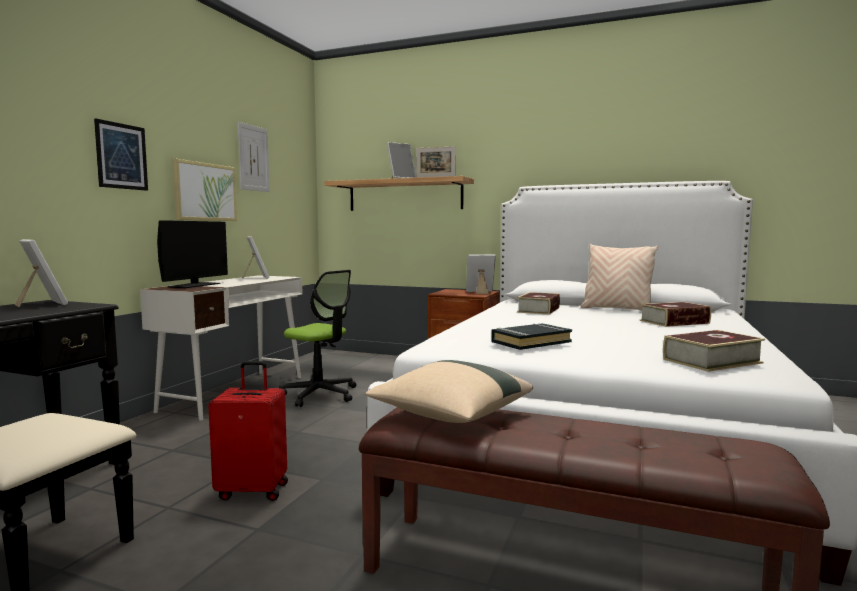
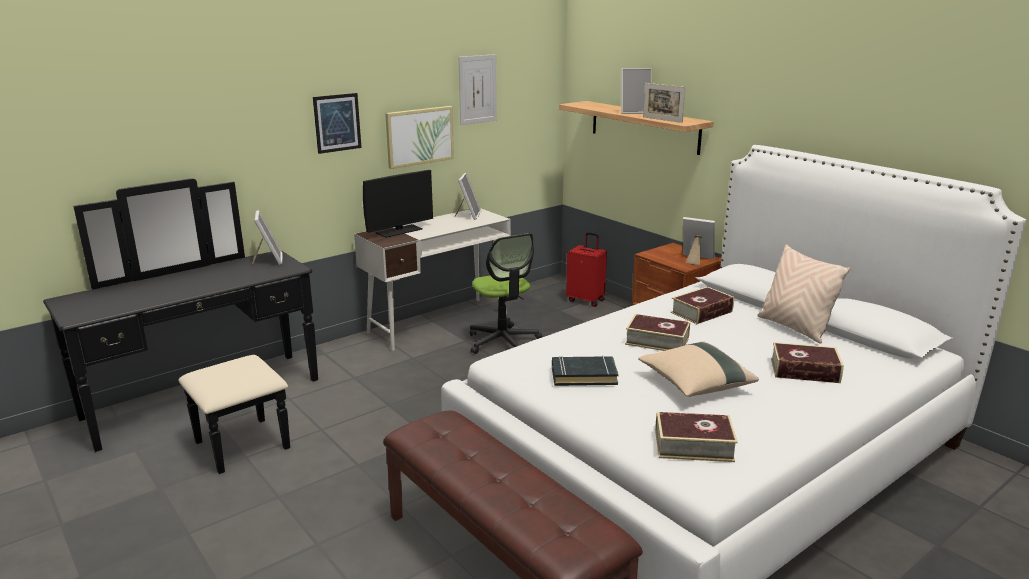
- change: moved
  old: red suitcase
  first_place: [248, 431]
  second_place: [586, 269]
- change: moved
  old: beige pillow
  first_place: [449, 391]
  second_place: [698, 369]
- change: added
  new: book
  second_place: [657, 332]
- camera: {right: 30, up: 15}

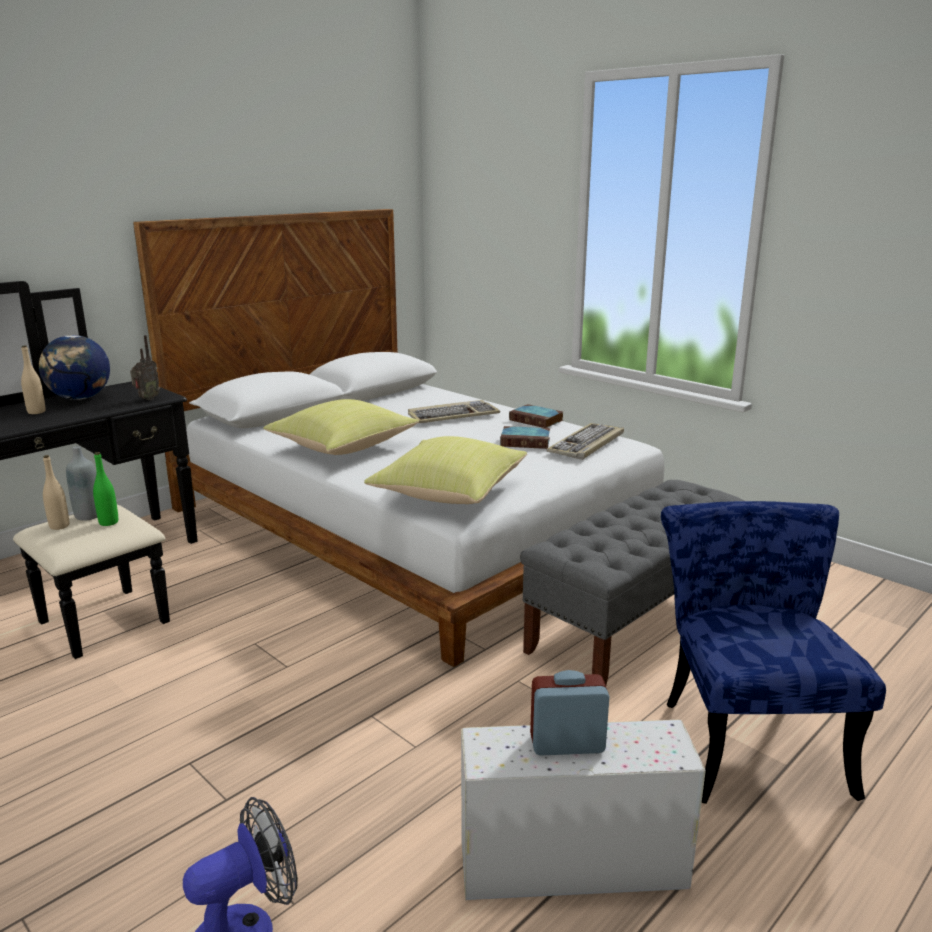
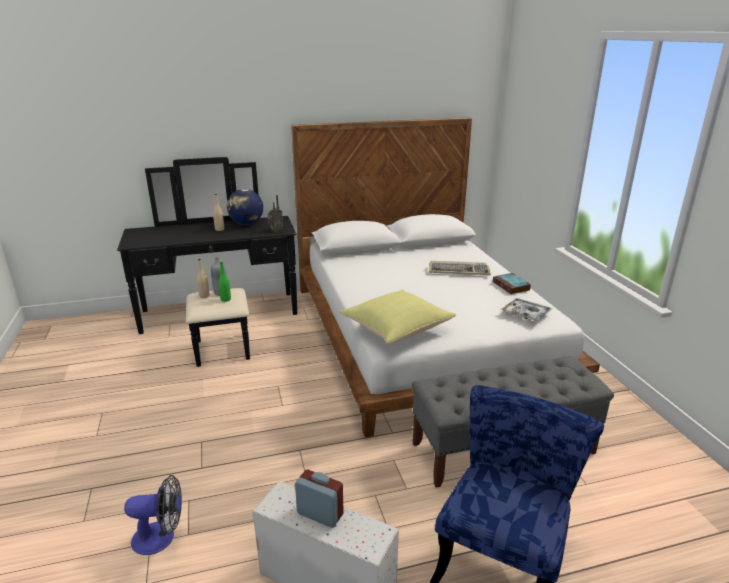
- change: removed
  old: yellow pillow
  first_place: [341, 427]
- change: removed
  old: book
  first_place: [525, 437]
- change: replaced
  old: keyboard
  new: tray
  first_place: [585, 441]
  second_place: [526, 310]
- camera: {right: 30, up: 5}

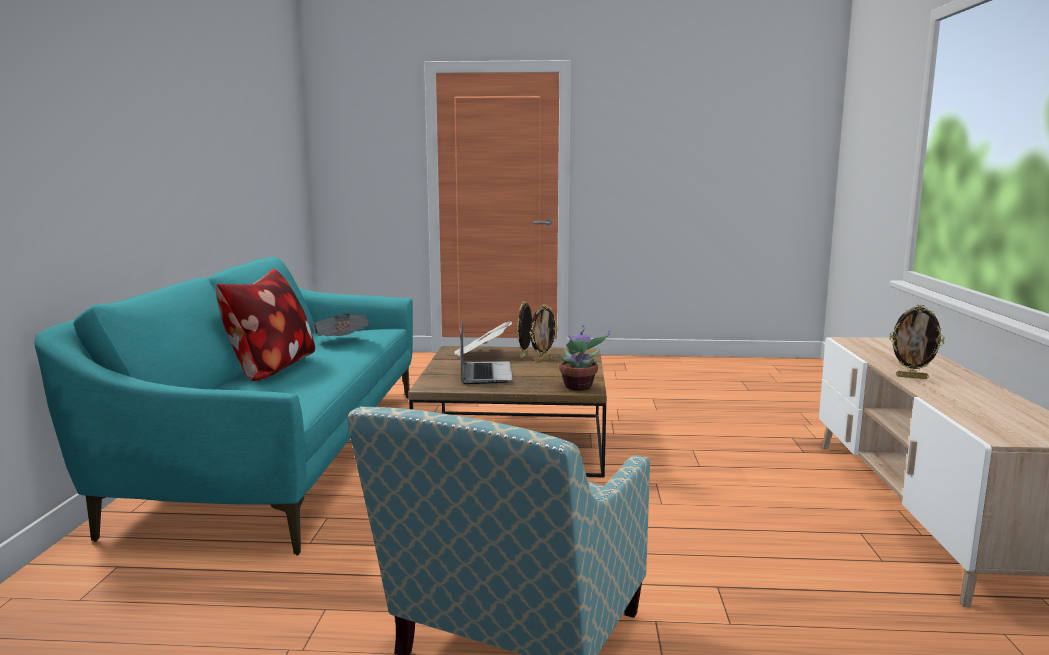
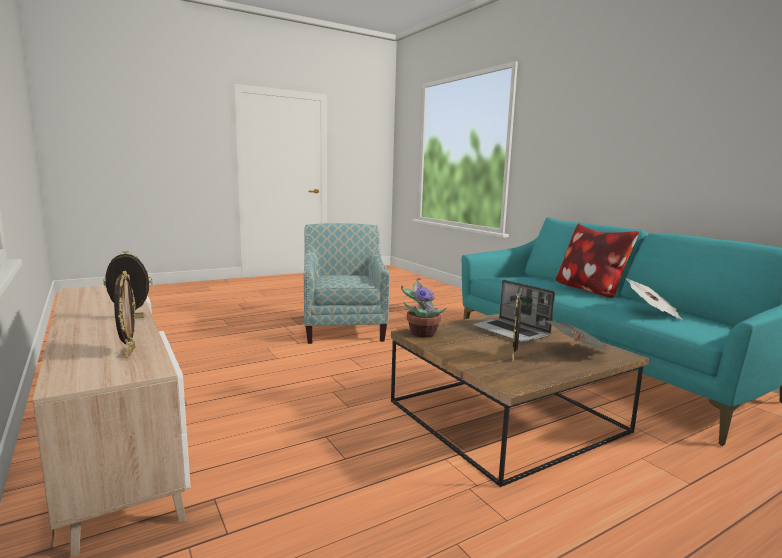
- change: moved
  old: picture frame
  first_place: [524, 329]
  second_place: [125, 314]
- camera: {right: 145, up: 0}

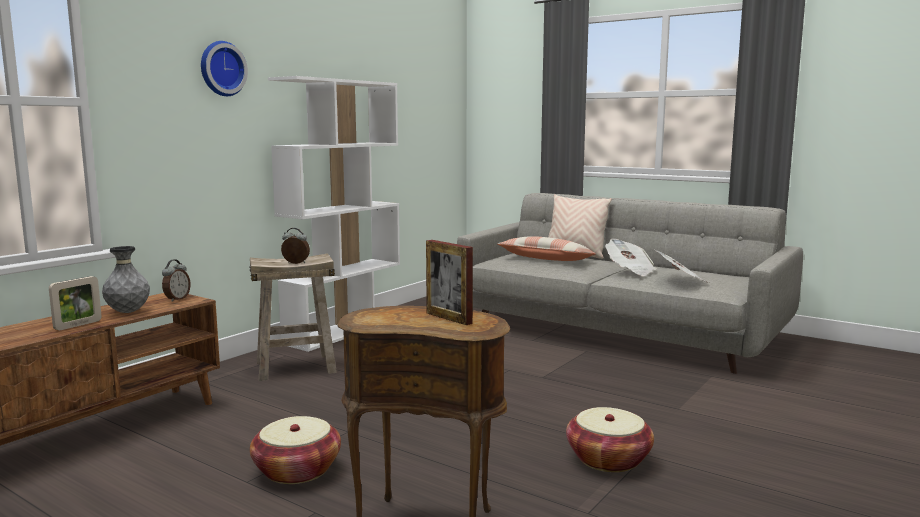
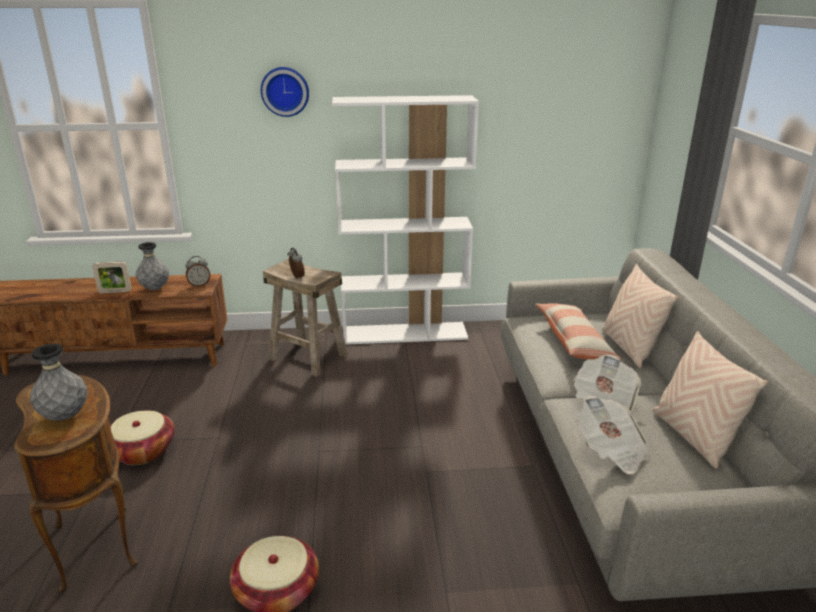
- change: replaced
  old: picture frame
  new: grey vase
  first_place: [449, 282]
  second_place: [59, 382]
- change: added
  new: beige pillow
  second_place: [710, 400]
- camera: {right: 50, up: 15}

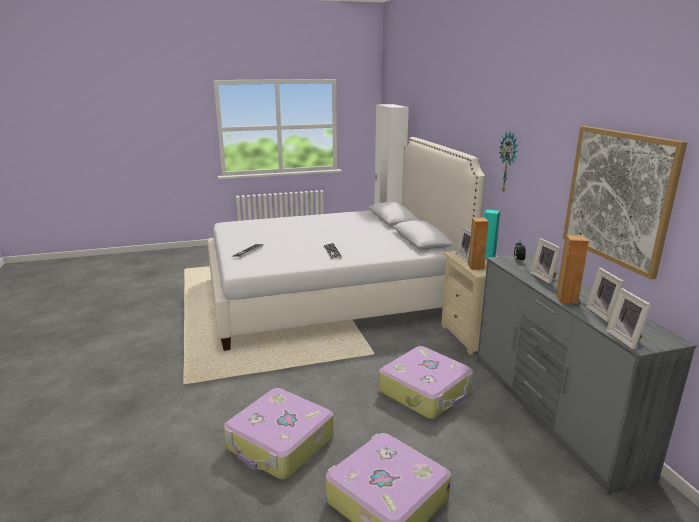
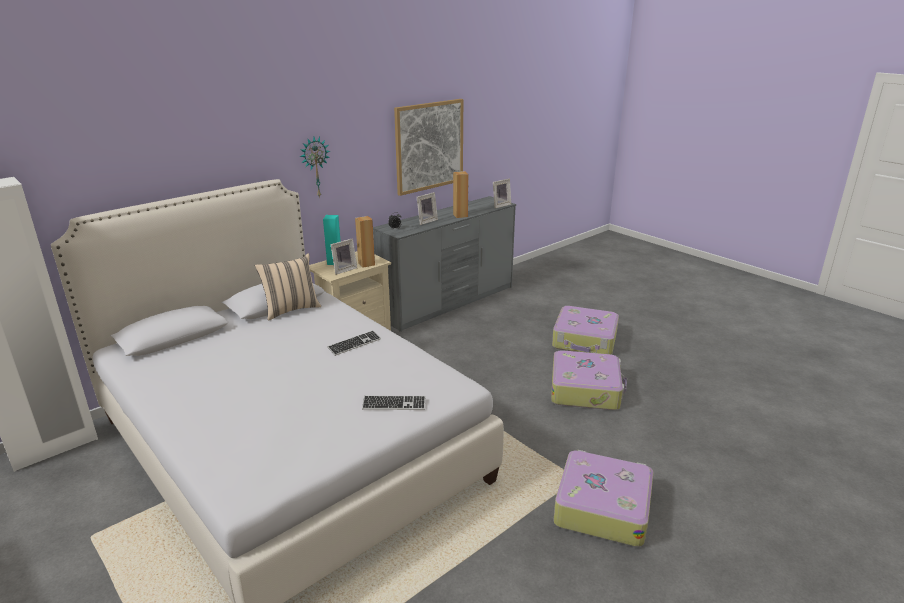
- change: moved
  old: suitcase
  first_place: [426, 382]
  second_place: [603, 498]
- change: removed
  old: picture frame
  first_place: [605, 295]
- change: added
  new: beige pillow
  second_place: [288, 287]
- camera: {right: -115, up: 5}

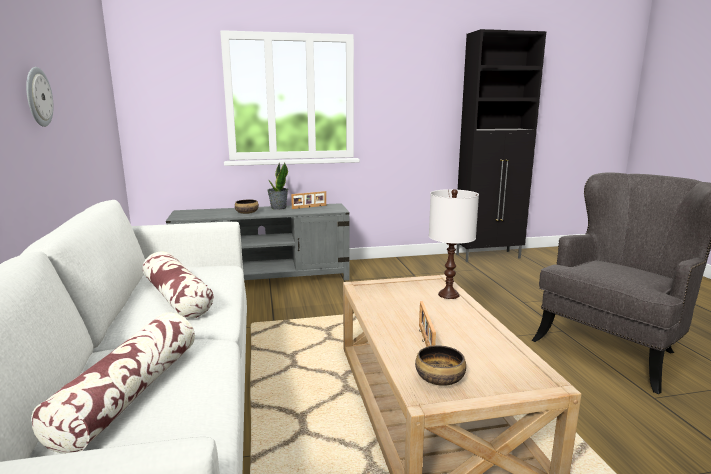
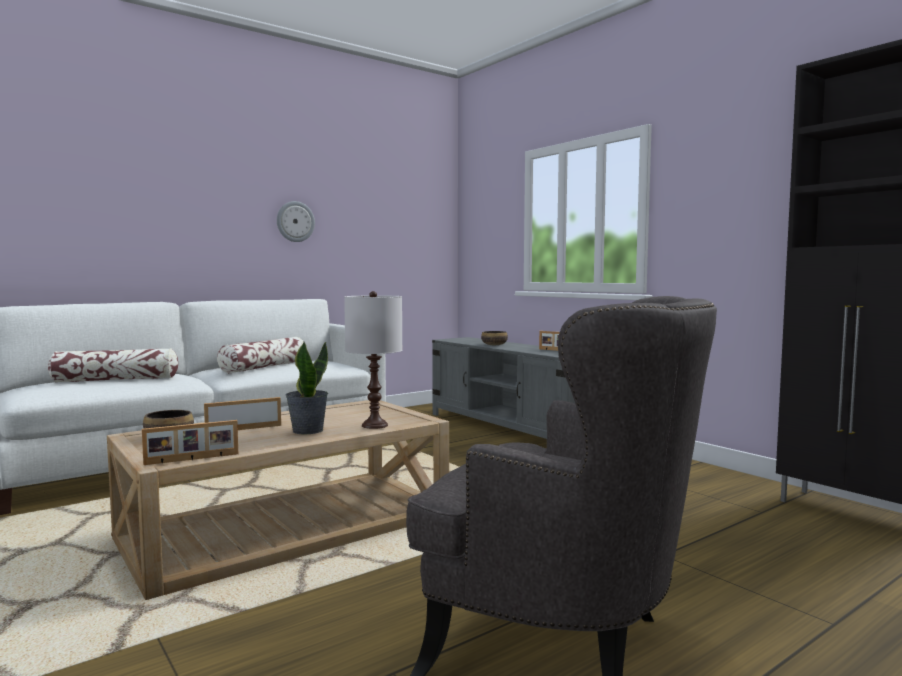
- change: moved
  old: potted plant
  first_place: [277, 186]
  second_place: [307, 388]
- change: added
  new: picture frame
  second_place: [190, 442]
- camera: {right: 65, up: -10}

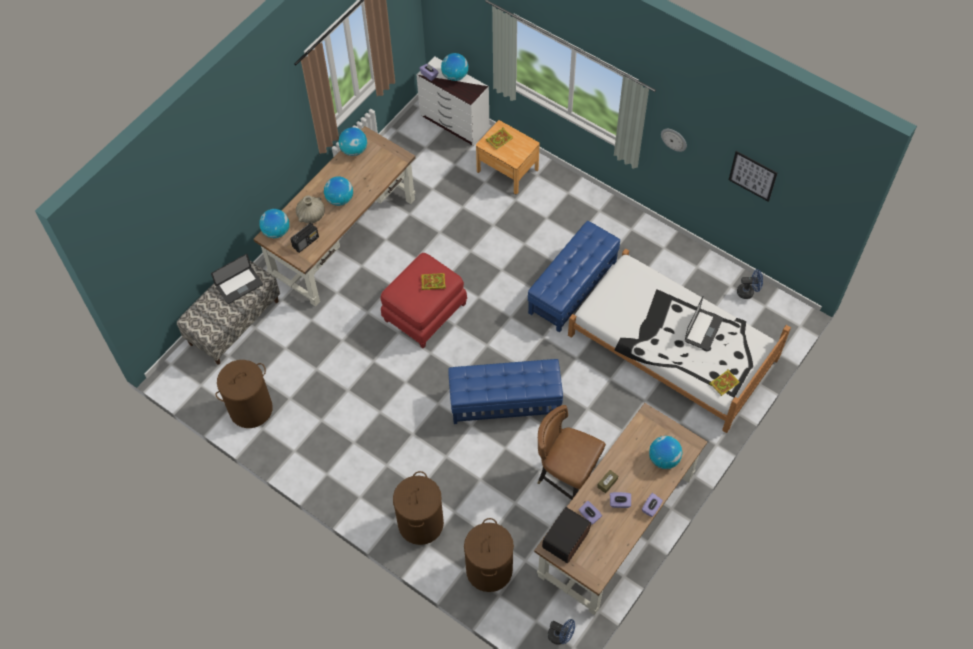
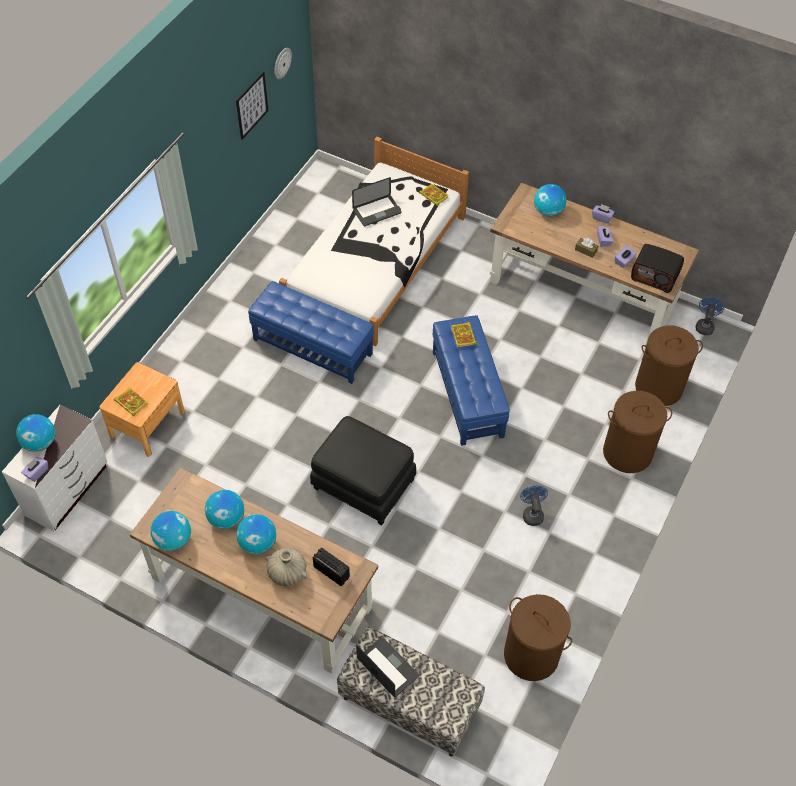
- change: moved
  old: globe
  first_place: [274, 223]
  second_place: [224, 509]
- change: recoloured
  old: red ottoman
  new: black ottoman
  first_place: [424, 300]
  second_place: [363, 470]
- change: moved
  old: book
  first_place: [433, 281]
  second_place: [464, 334]
- change: removed
  old: brown chair
  first_place: [571, 452]
- change: moved
  old: wall clock
  first_place: [674, 140]
  second_place: [283, 63]
- change: turned
  old: laptop
  first_place: [704, 324]
  second_place: [377, 201]
  degrees: 135
- change: moved
  old: blue fan
  first_place: [750, 284]
  second_place: [534, 505]
- camera: {right: -100, up: -5}

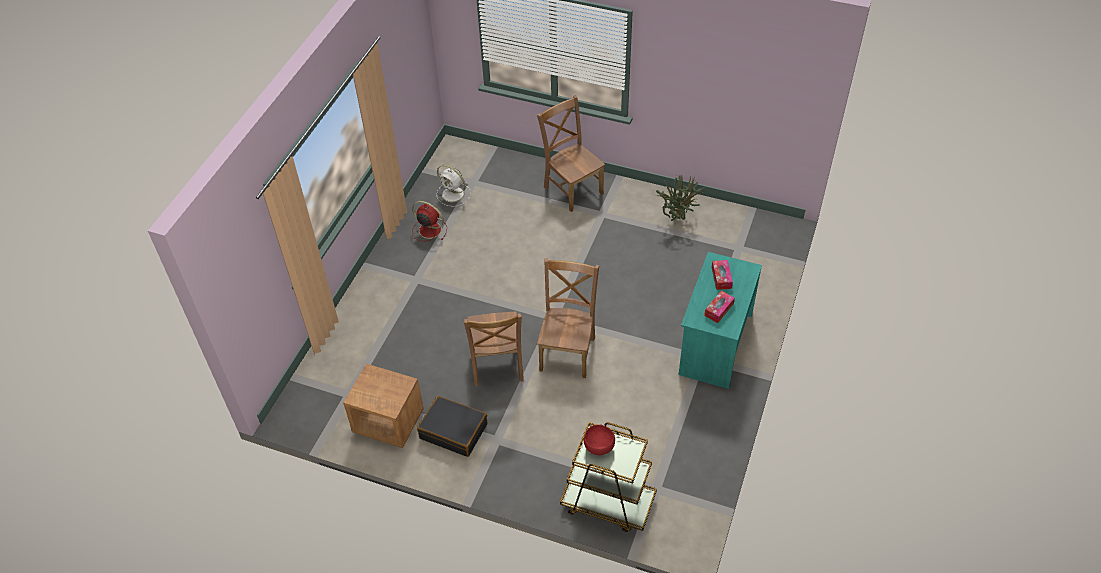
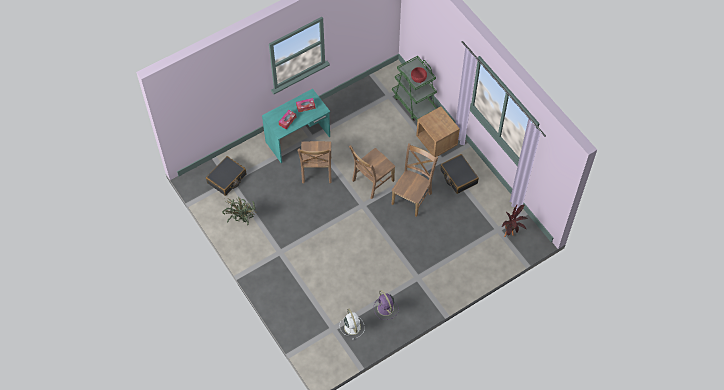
- change: moved
  old: brown nightstand
  first_place: [383, 406]
  second_place: [438, 131]
- change: recoloured
  old: red fan
  new: purple fan
  first_place: [429, 221]
  second_place: [386, 305]
- change: moved
  old: brown chair
  first_place: [571, 153]
  second_place: [315, 162]
- change: recoloured
  old: brown cart
  new: green cart
  first_place: [608, 477]
  second_place: [414, 88]
- change: added
  new: black suitcase
  second_place: [226, 176]
- change: added
  new: potted plant
  second_place: [515, 220]
- camera: {right: -145, up: 10}

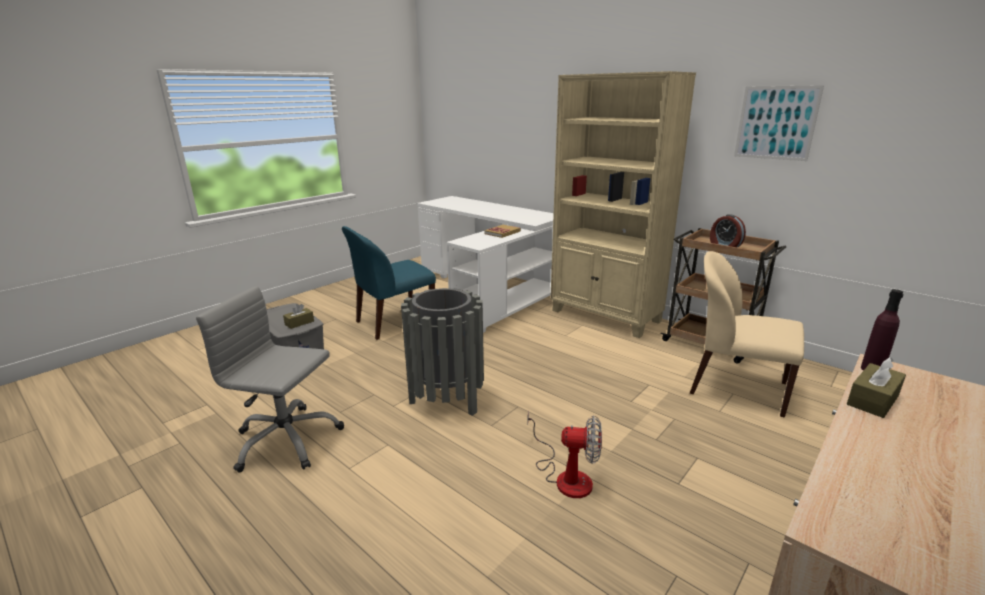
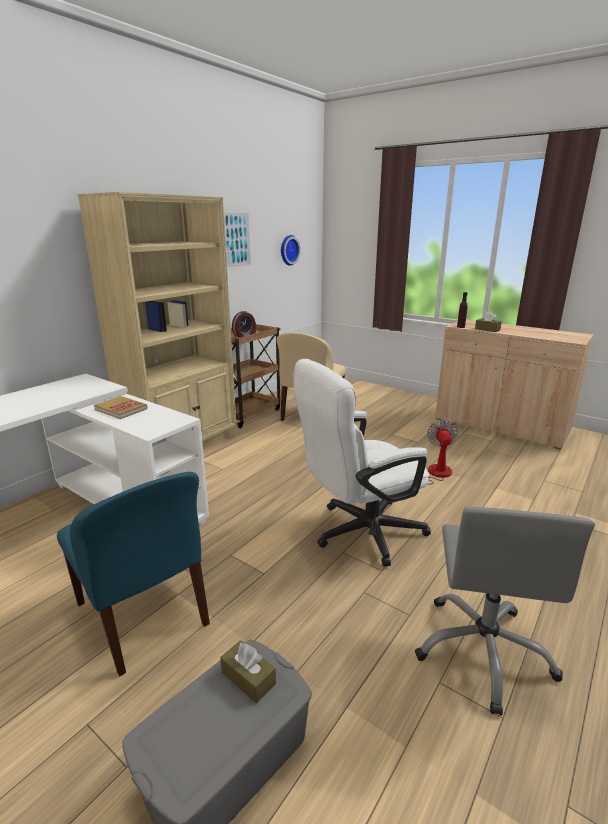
- change: replaced
  old: grey trash can
  new: white office chair
  first_place: [442, 352]
  second_place: [362, 463]
- change: added
  new: wall clock
  second_place: [291, 250]
- camera: {right: -95, up: 0}

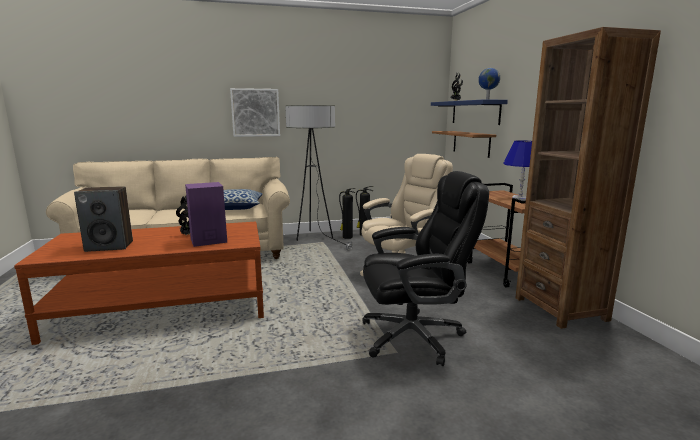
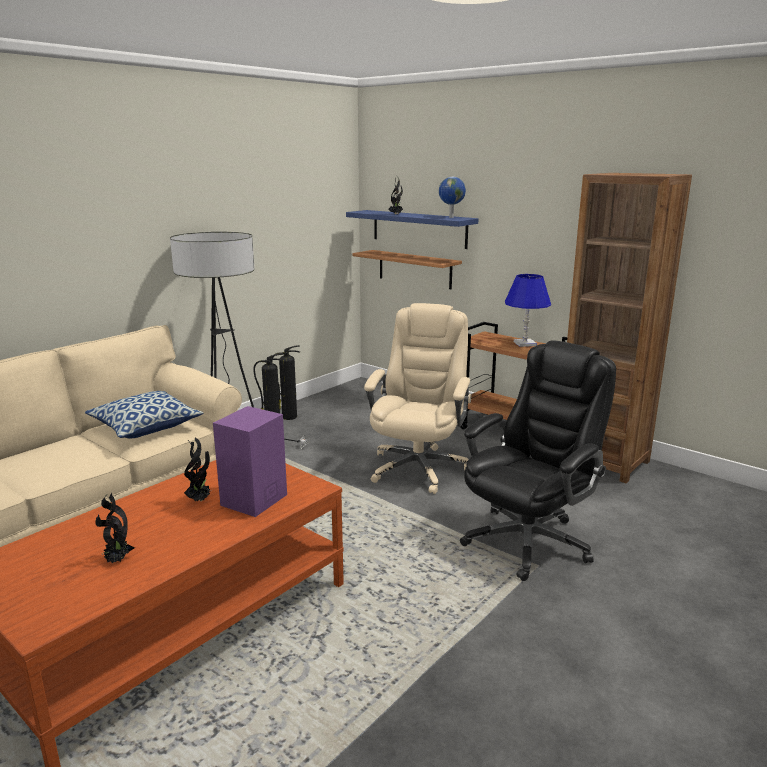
- change: replaced
  old: speaker
  new: potted plant
  first_place: [103, 219]
  second_place: [115, 527]
- change: removed
  old: picture
  first_place: [255, 112]
- camera: {right: -35, up: 5}

